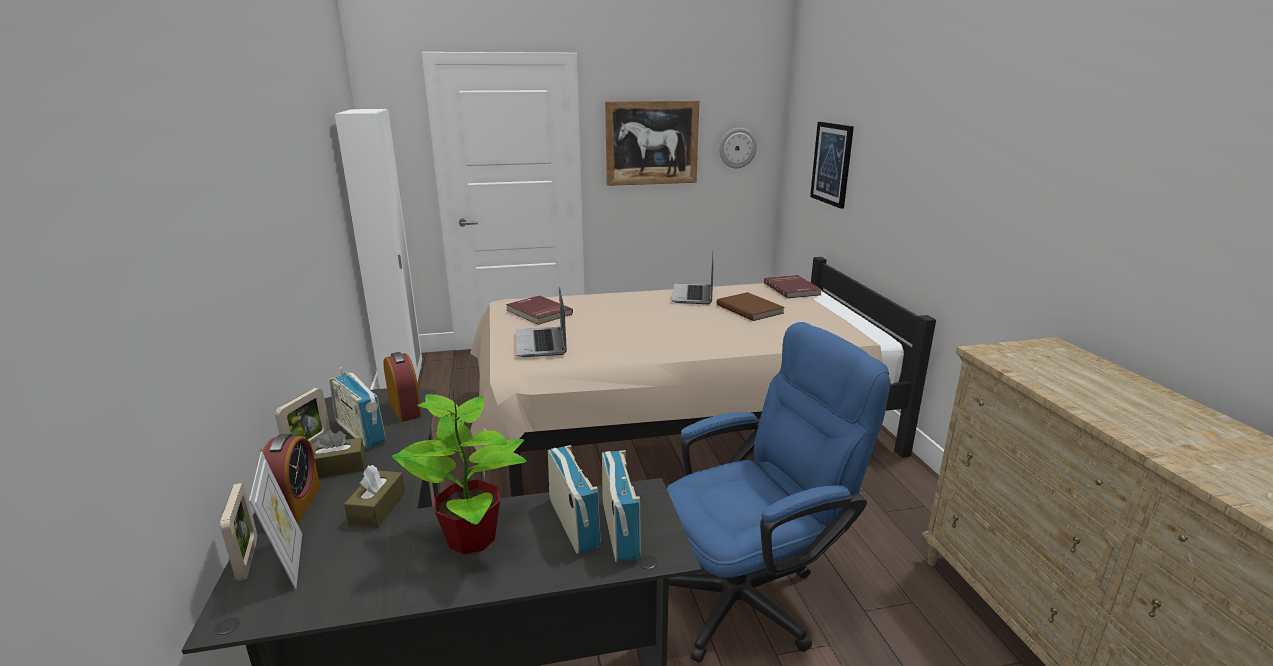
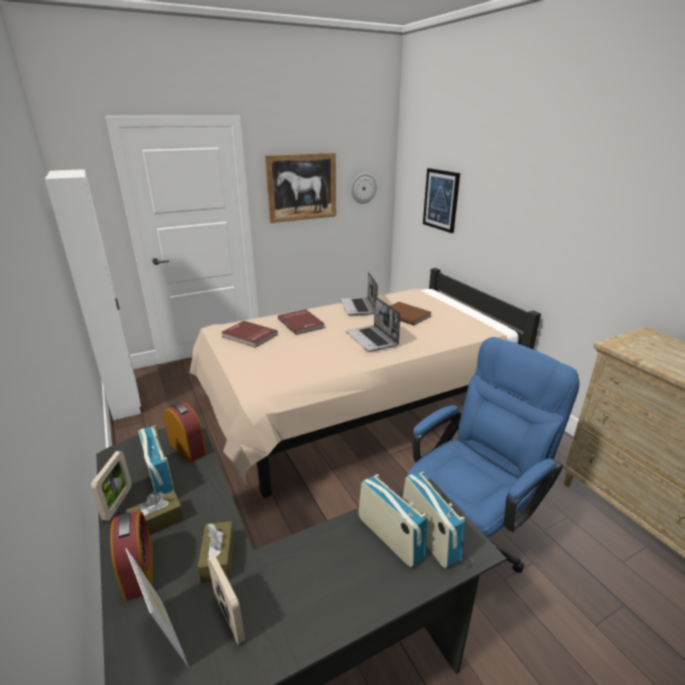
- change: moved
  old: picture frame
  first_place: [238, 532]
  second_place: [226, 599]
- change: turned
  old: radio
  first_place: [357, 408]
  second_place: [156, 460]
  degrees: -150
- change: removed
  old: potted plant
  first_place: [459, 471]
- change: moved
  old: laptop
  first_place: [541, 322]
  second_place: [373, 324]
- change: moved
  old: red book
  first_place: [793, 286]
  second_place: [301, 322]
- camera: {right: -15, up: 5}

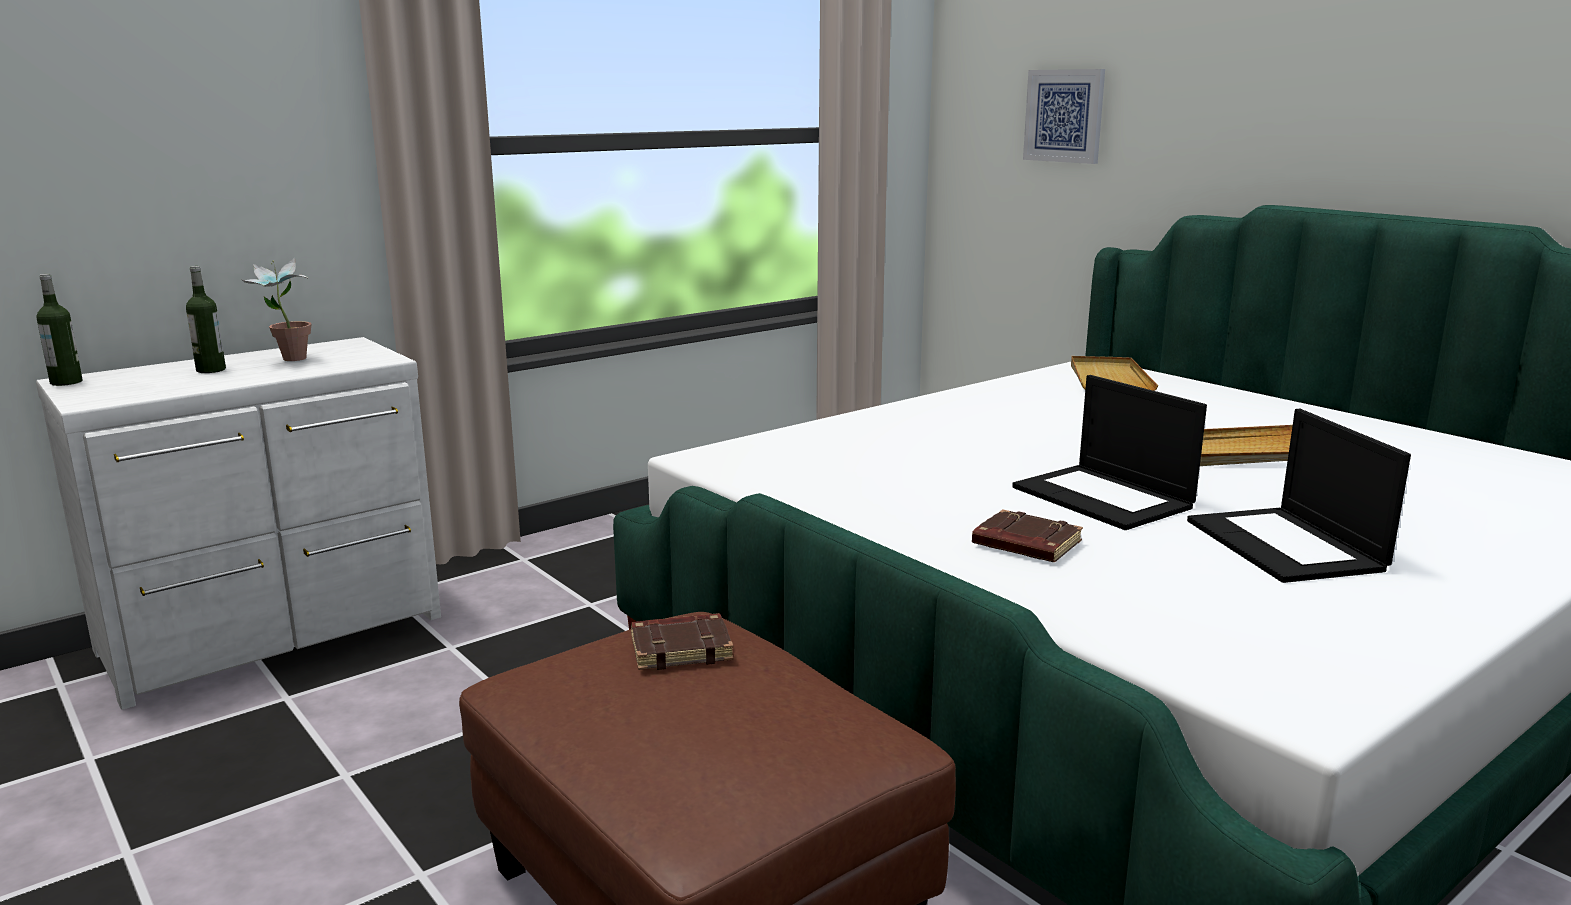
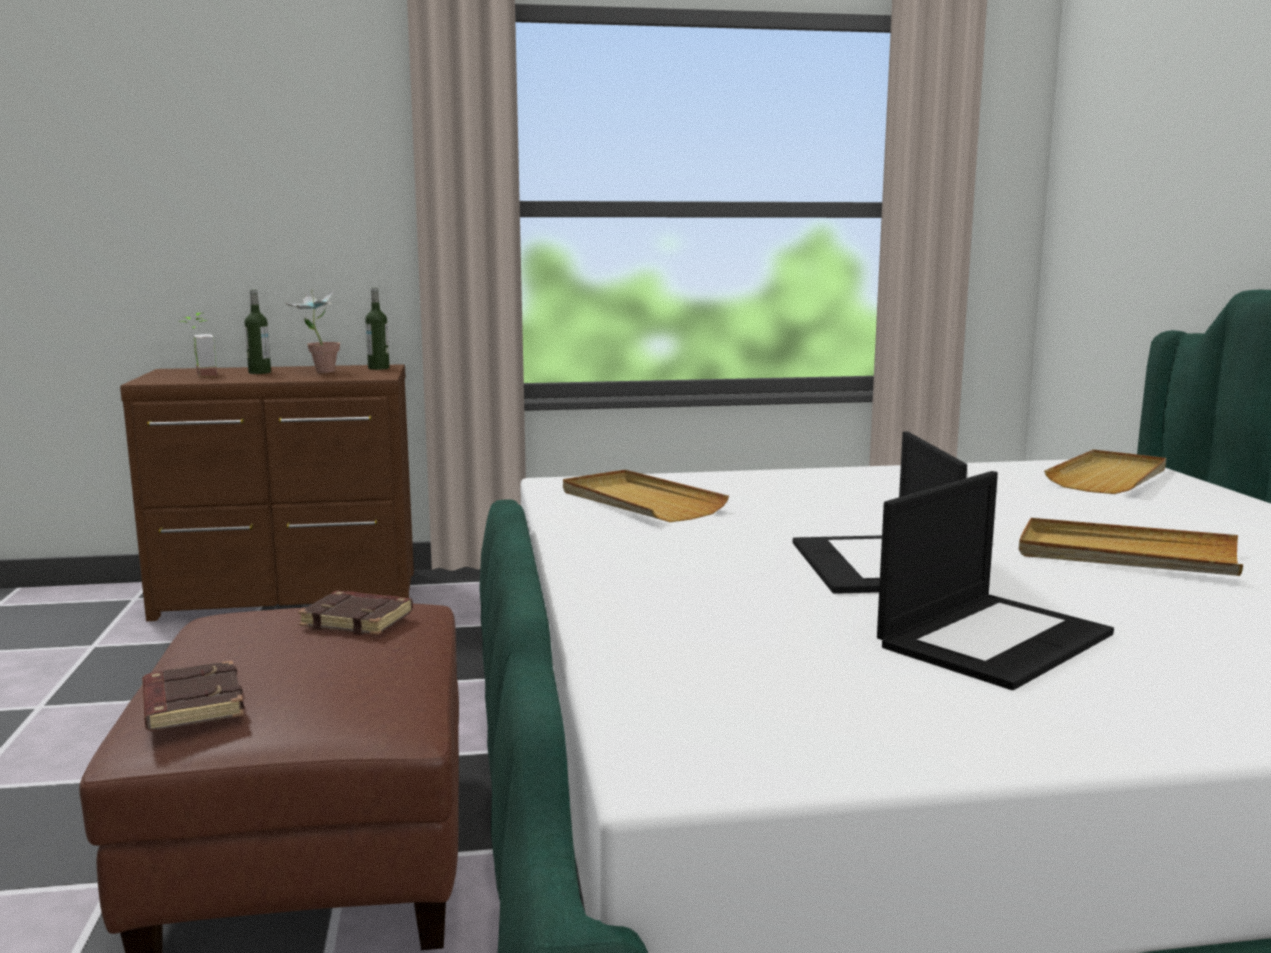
- change: recoloured
  old: white dresser
  new: brown dresser
  first_place: [238, 523]
  second_place: [267, 492]
- change: moved
  old: bottle
  first_place: [60, 330]
  second_place: [377, 329]
- change: moved
  old: brown book
  first_place: [1027, 535]
  second_place: [193, 695]
- change: removed
  old: picture
  first_place: [1064, 116]
- change: turned
  old: laptop
  first_place: [1299, 496]
  second_place: [995, 580]
  degrees: -150
- change: added
  new: potted plant
  second_place: [198, 345]
- change: added
  new: beige tray
  second_place: [646, 496]
- camera: {right: 30, up: -5}

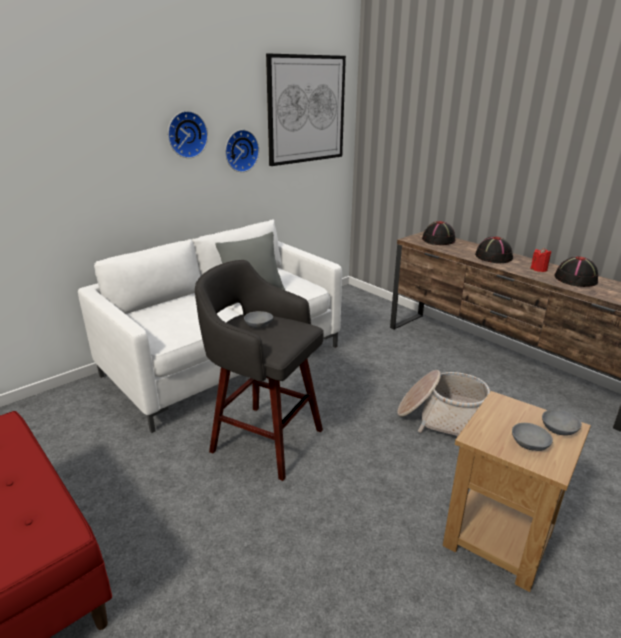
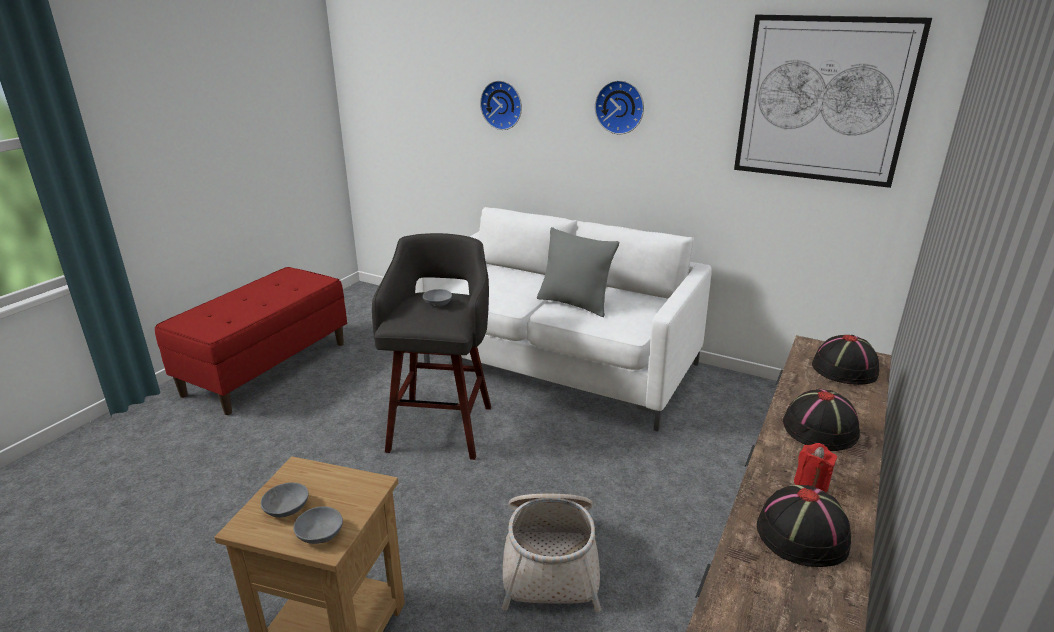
- change: moved
  old: wall clock
  first_place: [242, 150]
  second_place: [501, 105]
- camera: {right: 70, up: 0}

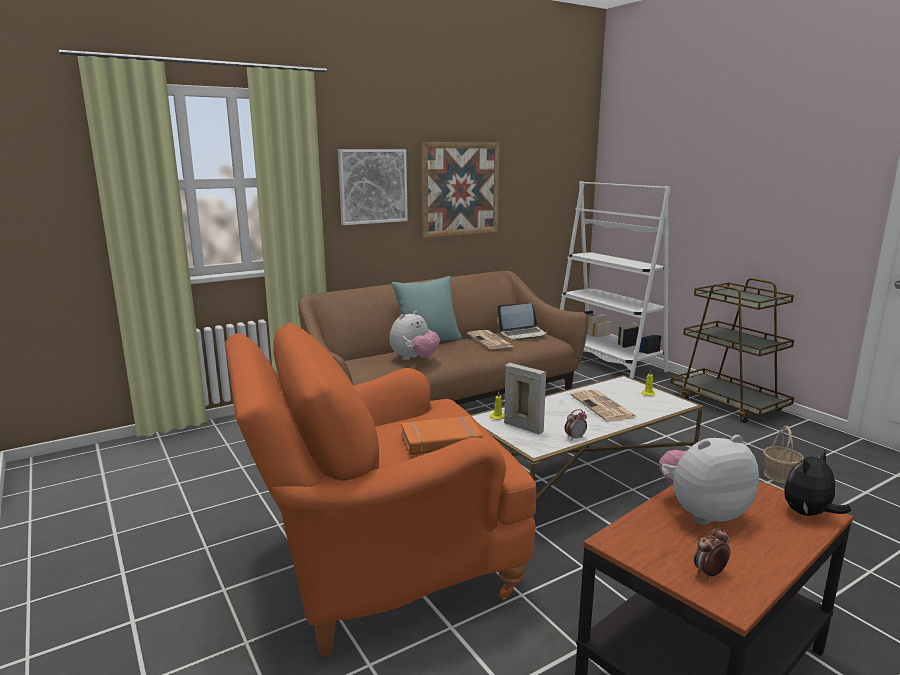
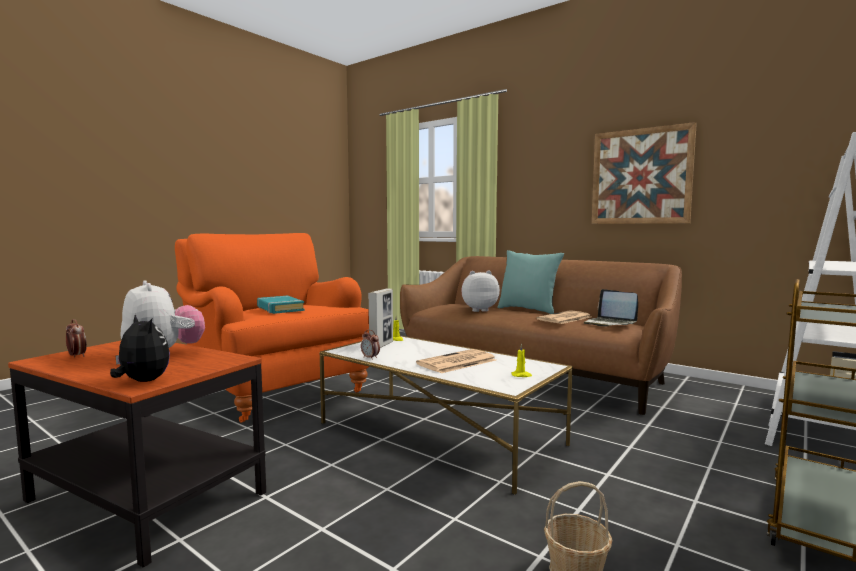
- change: removed
  old: picture
  first_place: [373, 187]
- change: turned
  old: plush toy
  first_place: [415, 335]
  second_place: [480, 291]
  degrees: 150
- change: recoloured
  old: orange book
  new: turquoise book
  first_place: [441, 435]
  second_place: [281, 305]
- camera: {right: 70, up: -10}

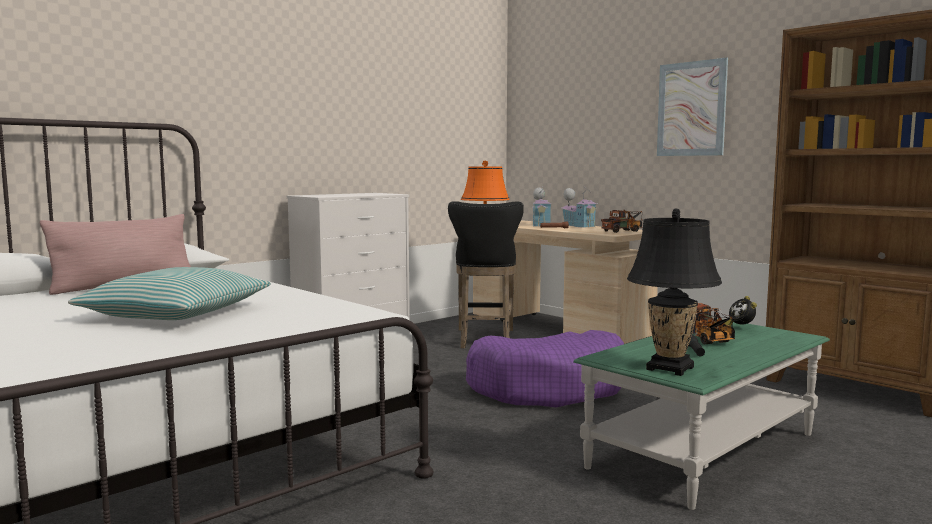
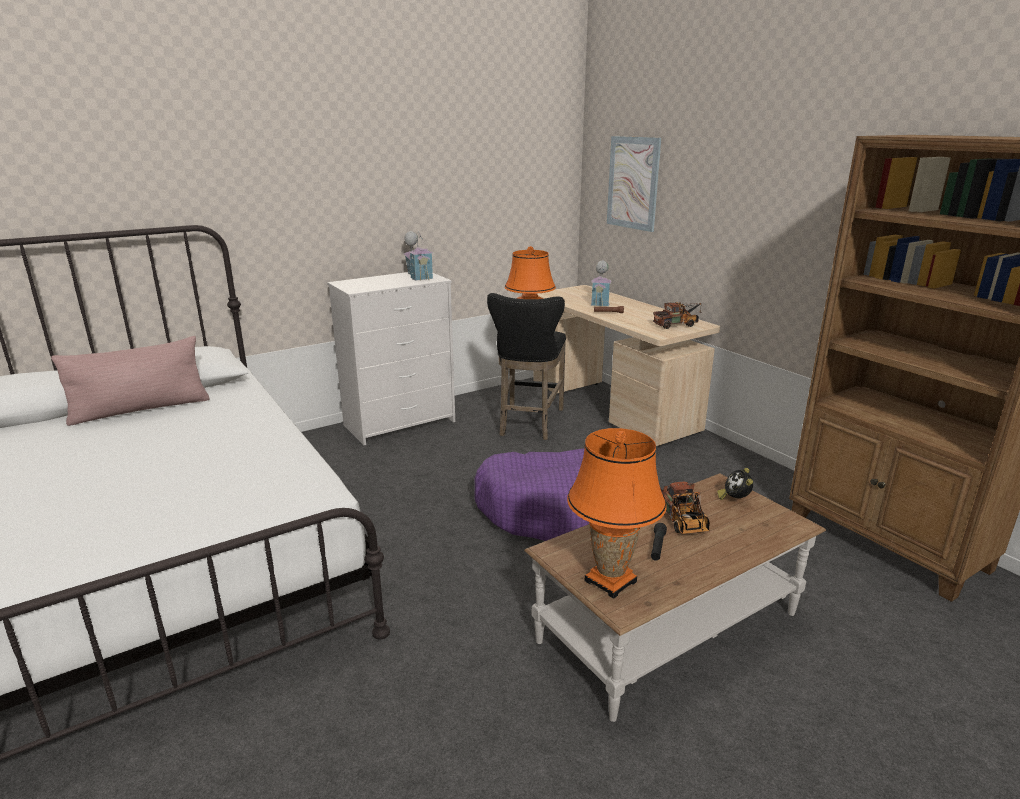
- change: removed
  old: pillow
  first_place: [169, 293]
- change: moved
  old: toy house
  first_place: [580, 207]
  second_place: [418, 256]
- change: recoloured
  old: green coffee table
  new: brown coffee table
  first_place: [701, 414]
  second_place: [675, 597]
- change: recoloured
  old: black table lamp
  new: orange table lamp
  first_place: [674, 292]
  second_place: [616, 513]
- change: moved
  old: picture
  first_place: [692, 107]
  second_place: [634, 184]
- camera: {right: 10, up: 15}

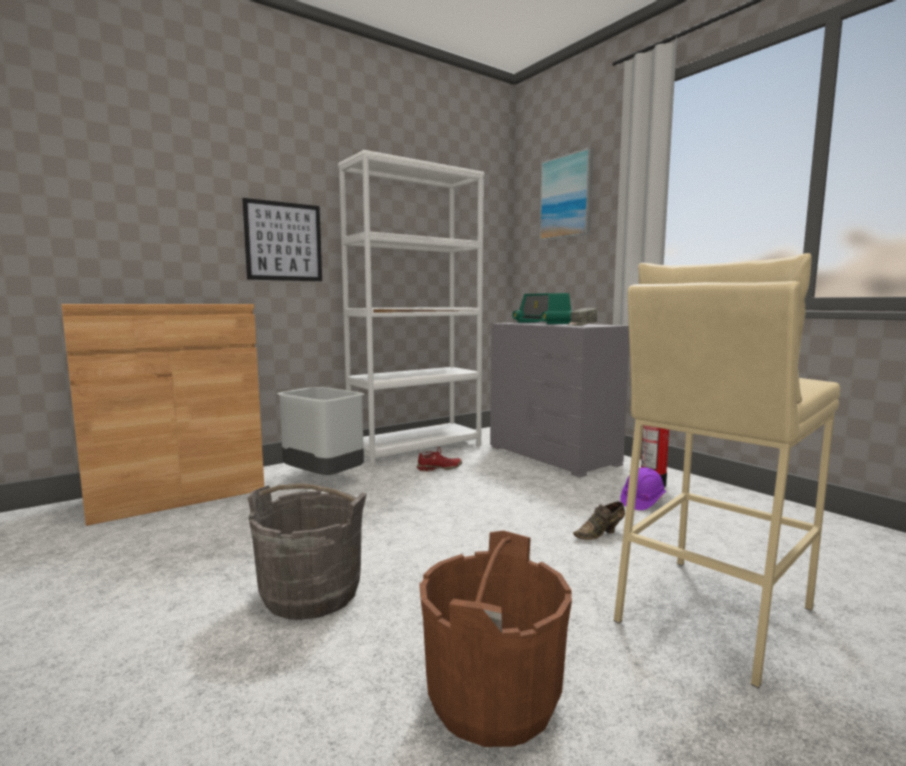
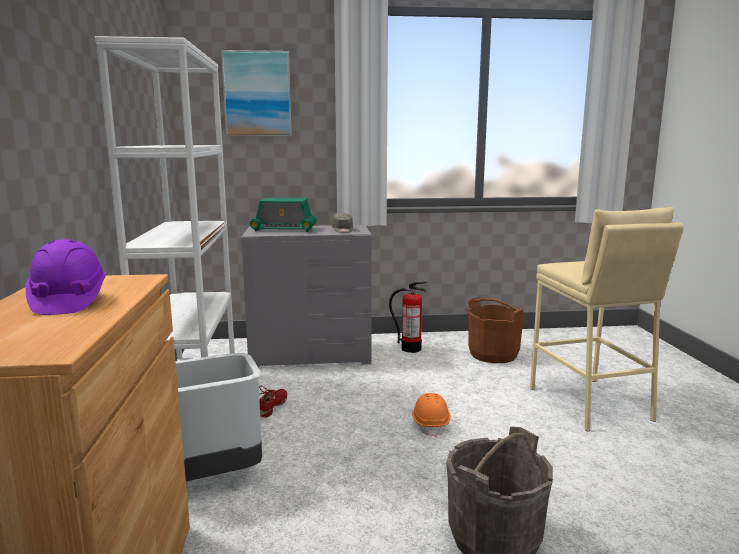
- change: removed
  old: picture
  first_place: [282, 239]
- change: moved
  old: brown bucket
  first_place: [495, 638]
  second_place: [496, 330]
- change: removed
  old: brown shoe
  first_place: [599, 521]
- change: moved
  old: purple hard hat
  first_place: [643, 488]
  second_place: [66, 277]
- change: added
  new: orange hard hat
  second_place: [431, 415]
- camera: {right: -60, up: 5}

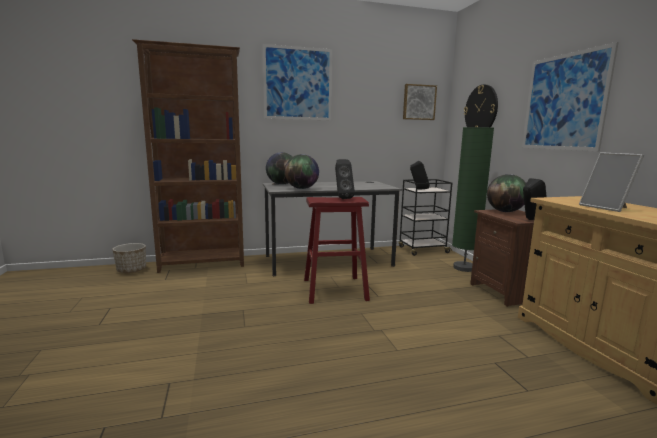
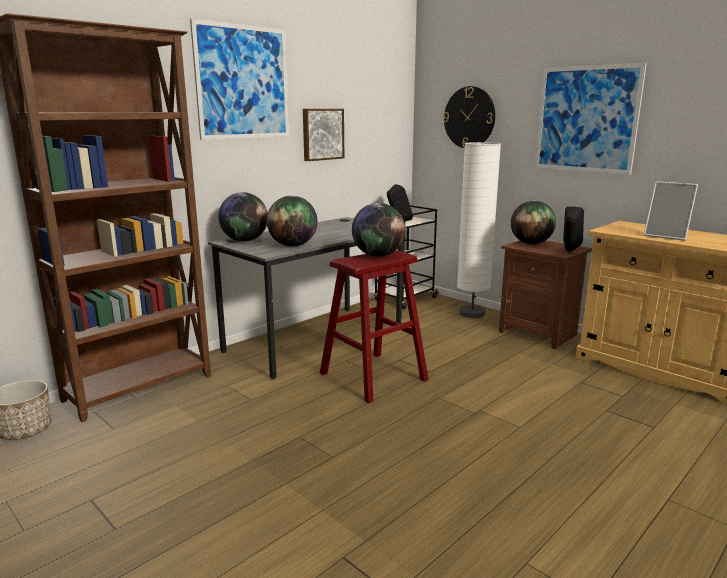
- change: replaced
  old: black speaker
  new: globe
  first_place: [345, 179]
  second_place: [378, 230]
- change: moved
  old: picture
  first_place: [420, 102]
  second_place: [323, 135]
- change: recoloured
  old: green floor lamp
  new: white floor lamp
  first_place: [473, 199]
  second_place: [479, 230]
- camera: {right: -30, up: 5}

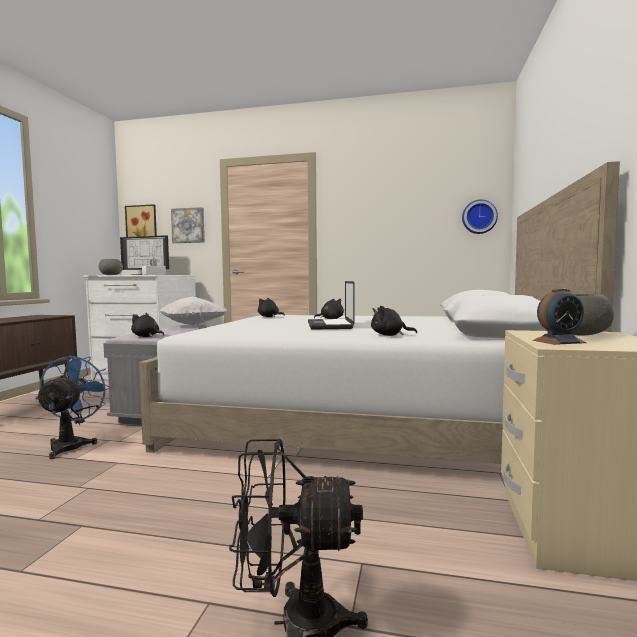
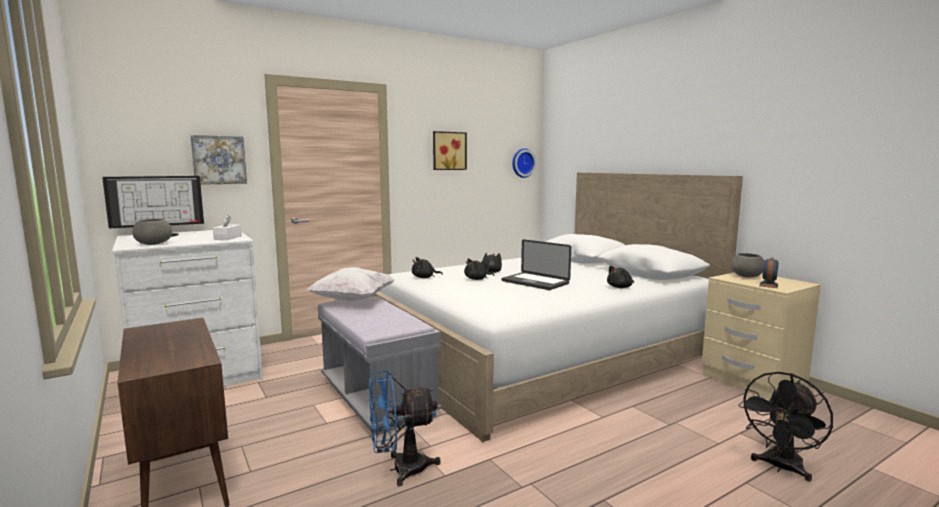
- change: turned
  old: blue fan
  first_place: [73, 407]
  second_place: [405, 428]
  degrees: -60
- change: moved
  old: picture
  first_place: [141, 220]
  second_place: [450, 150]
- change: moved
  old: black plush toy
  first_place: [147, 325]
  second_place: [479, 269]
- camera: {right: -45, up: 5}

